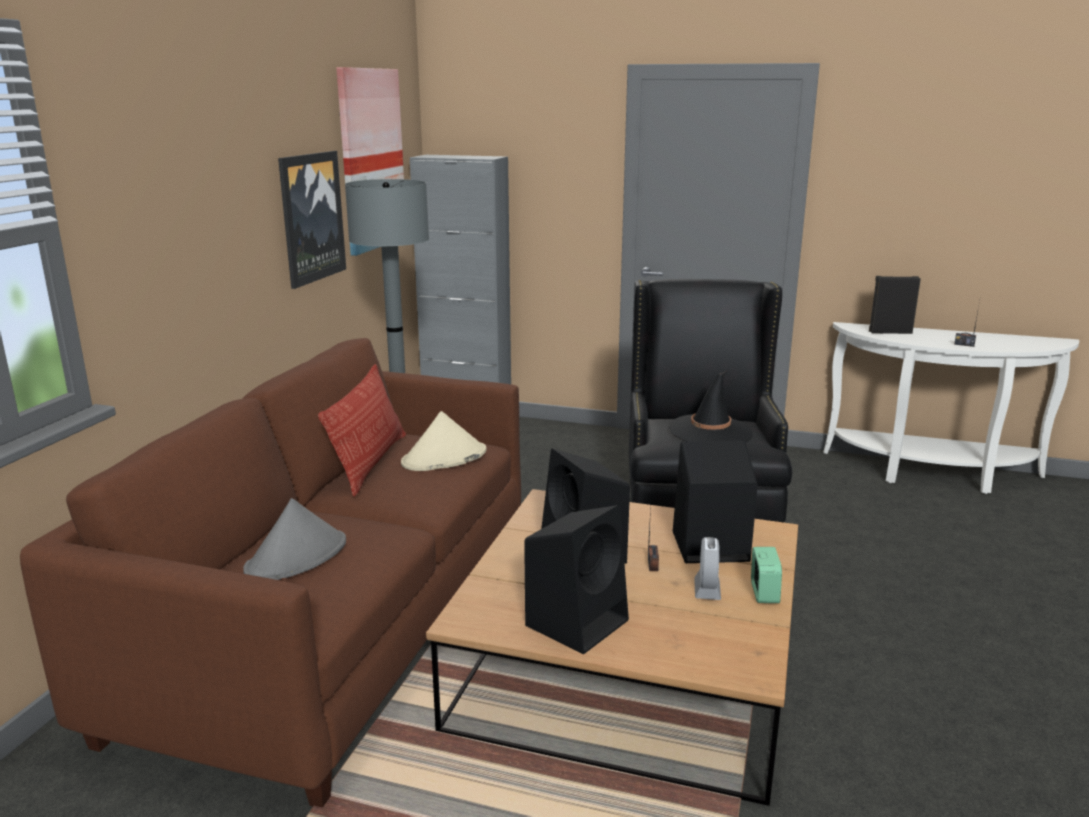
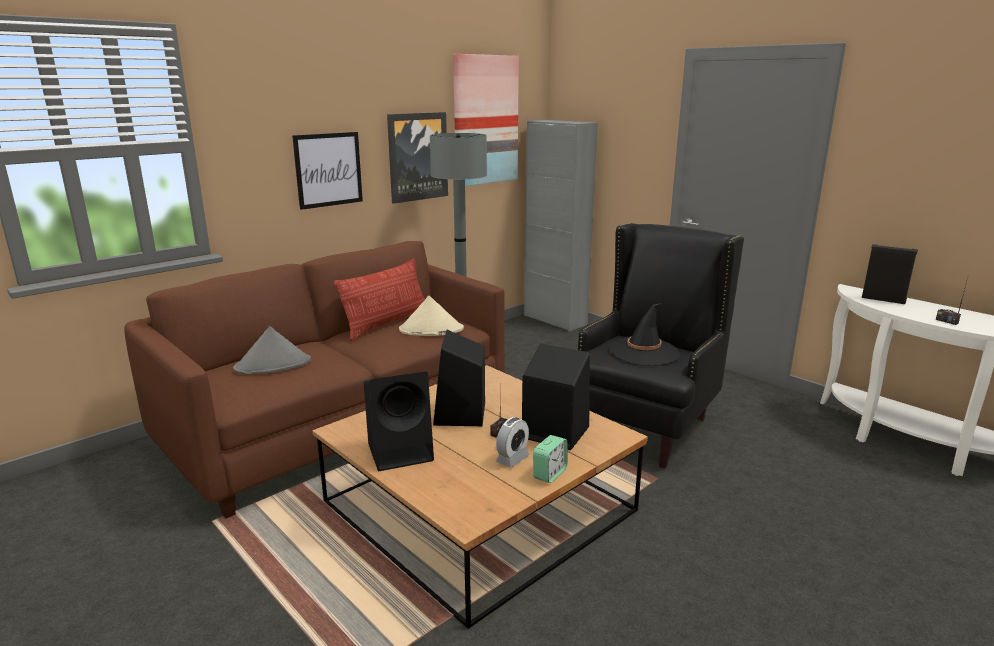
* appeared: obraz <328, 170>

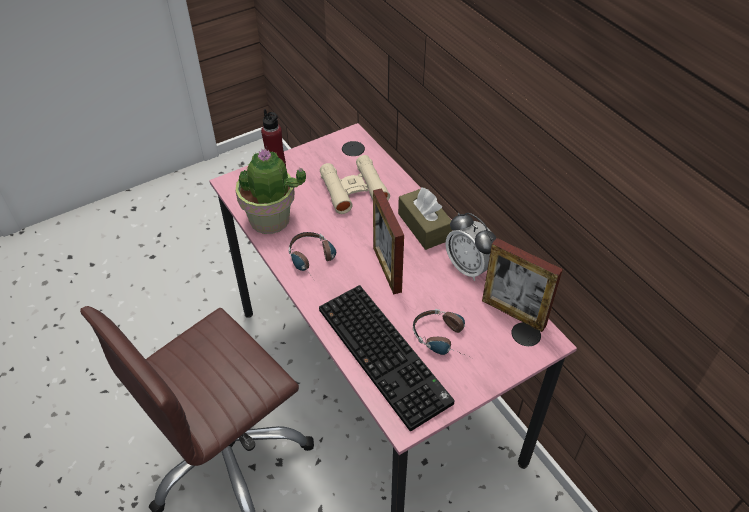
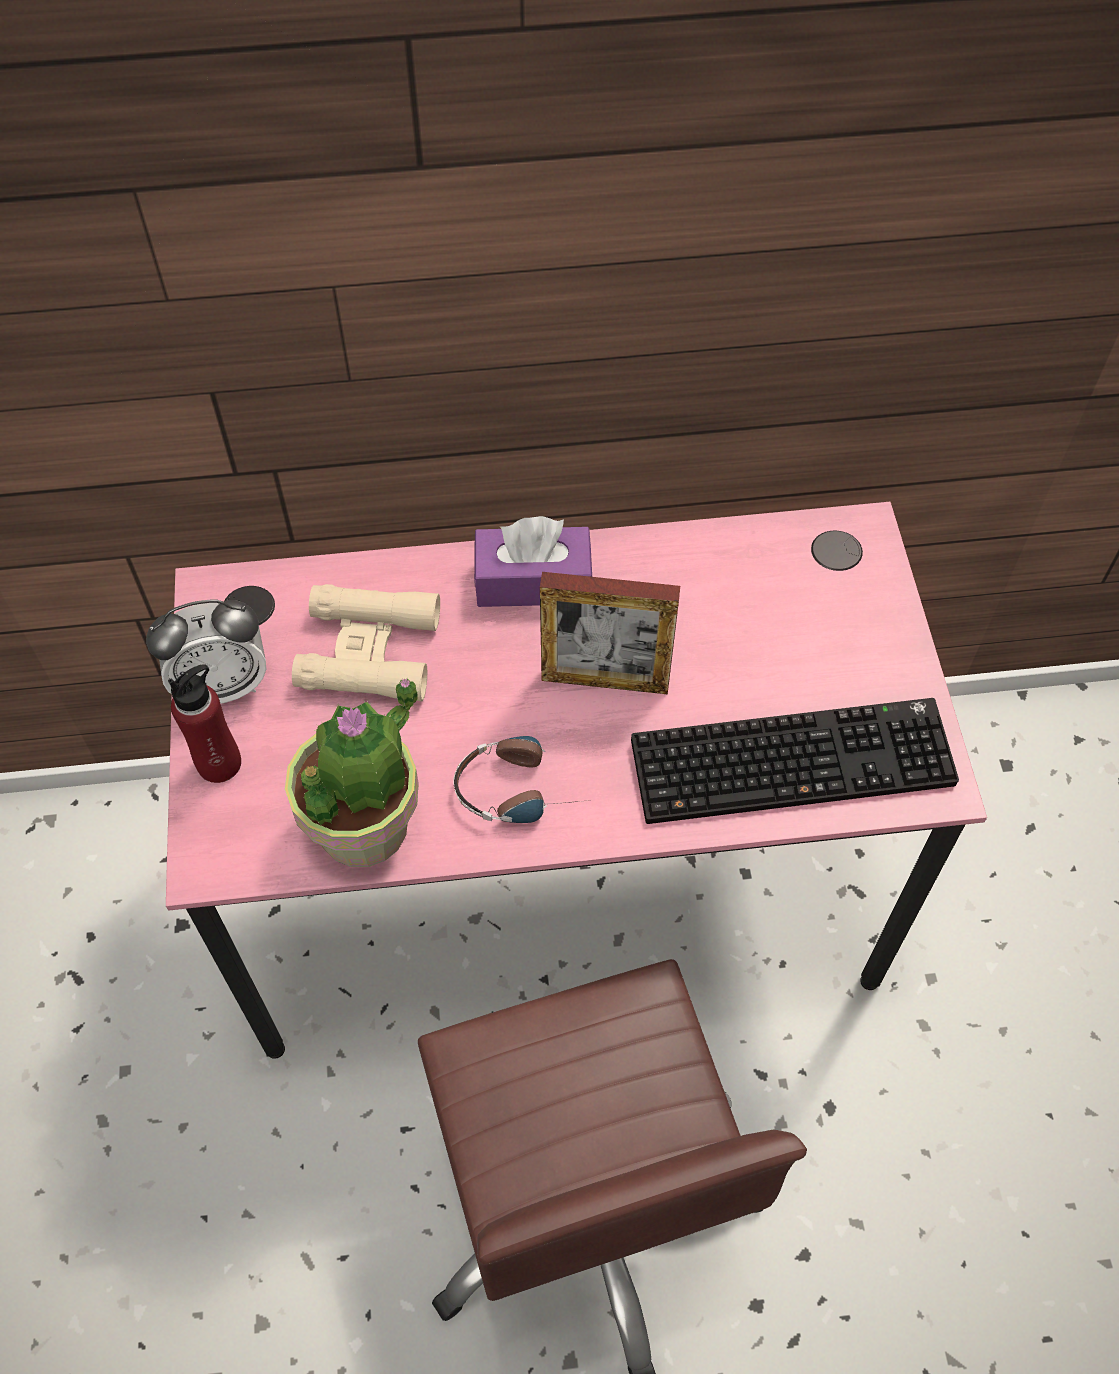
* relocated: budzik <469, 267> to <222, 684>
* colour: pudełko chusteczek (brązowy) <424, 226> to pudełko chusteczek (fioletowy) <533, 581>
* missing: słuchawki <445, 338>
* missing: ramka na zdjęcie <513, 313>

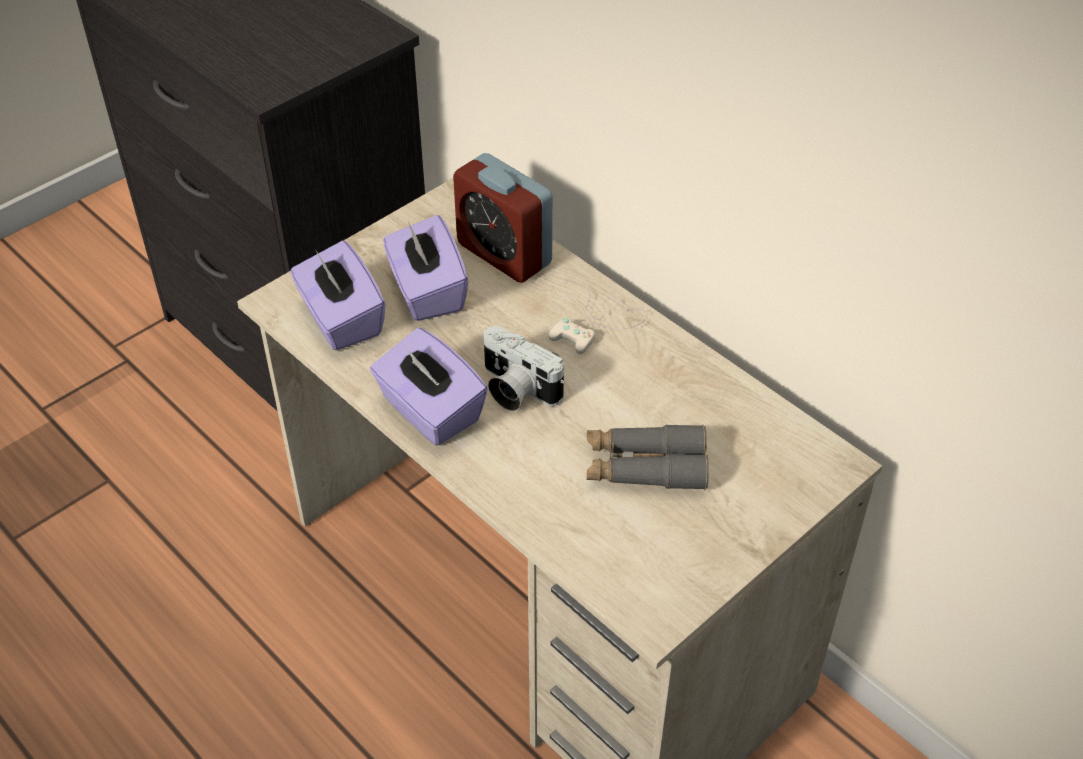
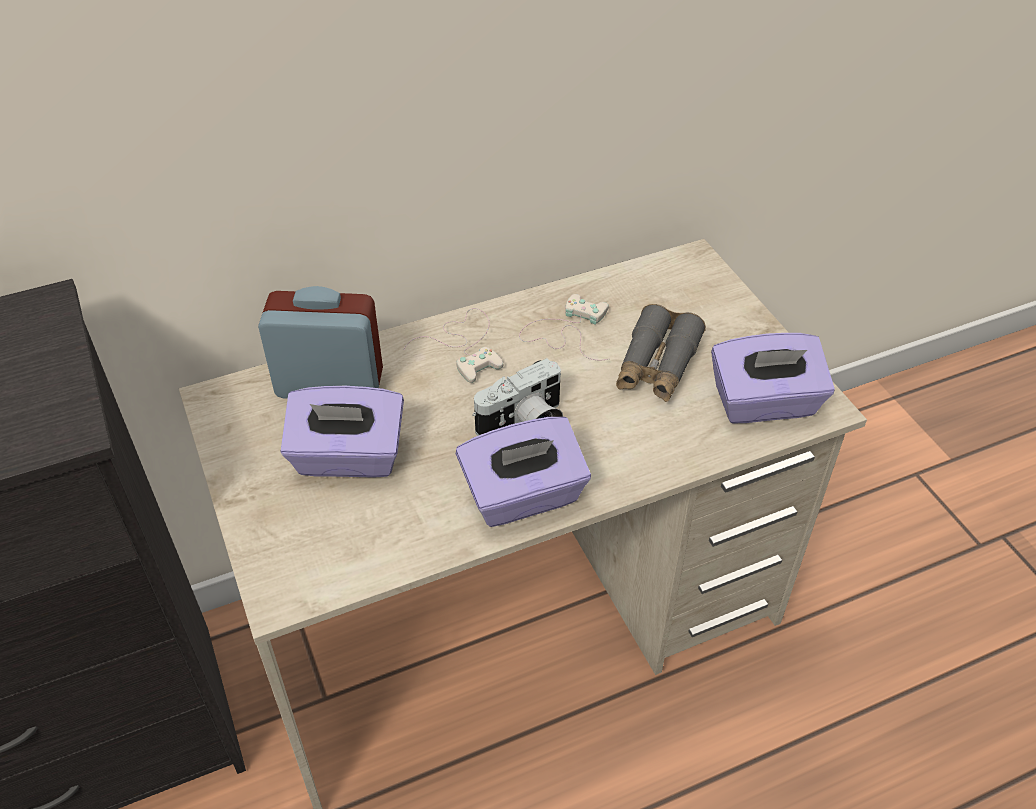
* spun: budzik <504, 254> = <330, 384> 150 degrees counterclockwise
* appeared: pad do gier (biały) <566, 331>
* relocated: pudełko chusteczek (fioletowy) <341, 319> to <764, 403>

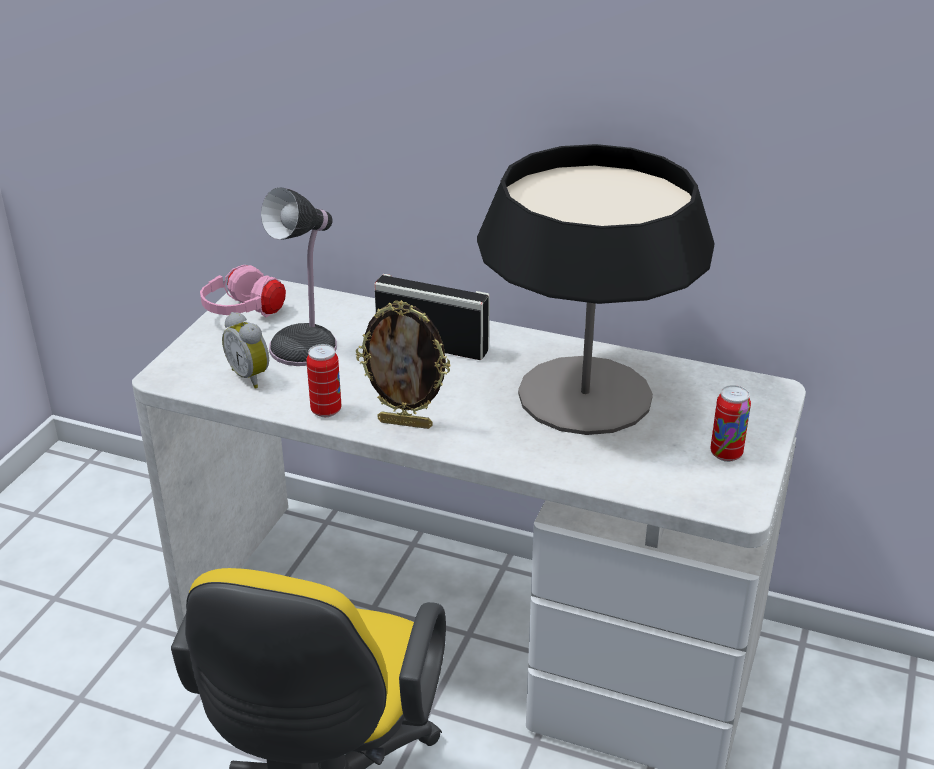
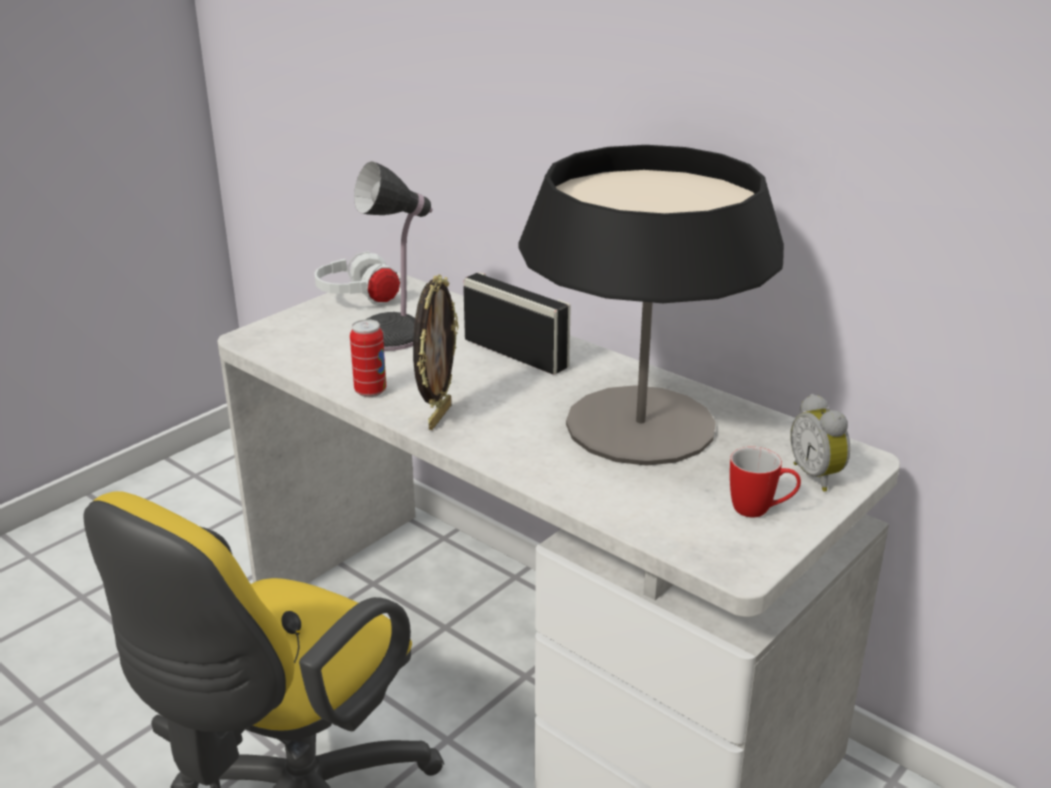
* colour: słuchawki (różowy) <244, 314> to słuchawki (biały) <359, 299>
* spun: ramka na zdjęcie <406, 423> = <438, 416> 105 degrees counterclockwise
* exchanged: puszka <726, 454> to kubek <760, 511>
* relocated: budzik <251, 376> to <818, 476>

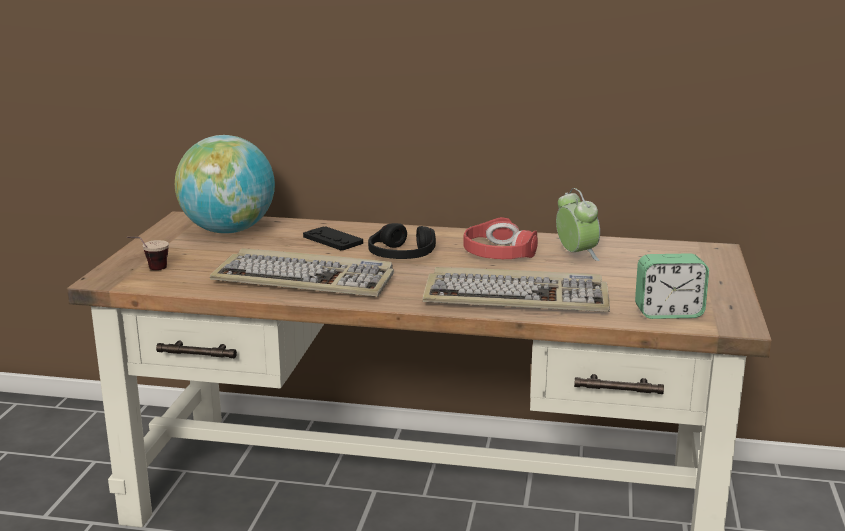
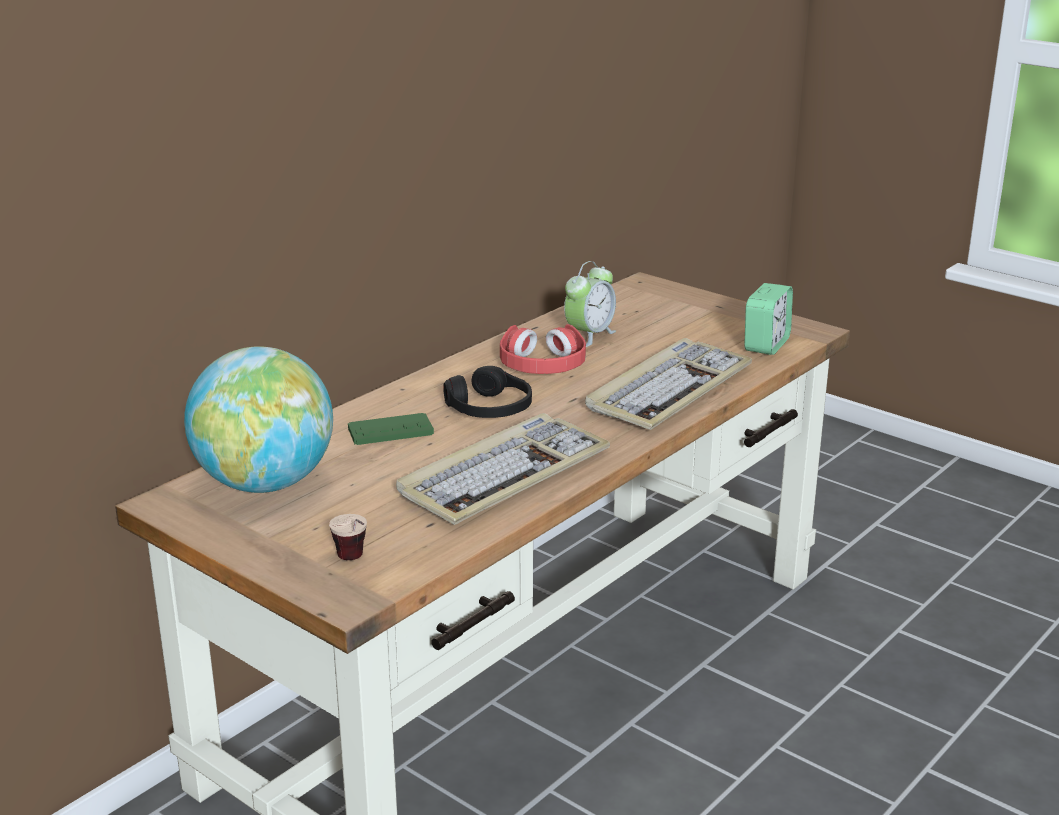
* colour: pad do gier (czarny) <333, 240> to pad do gier (zielony) <390, 431>
* spun: budzik <576, 254> = <589, 335> 120 degrees clockwise

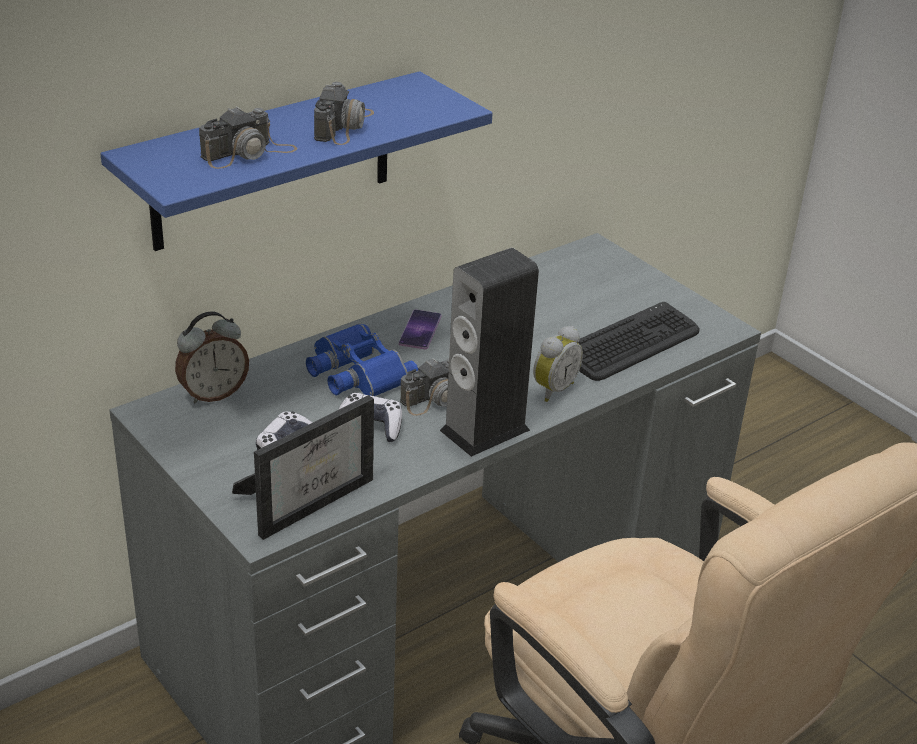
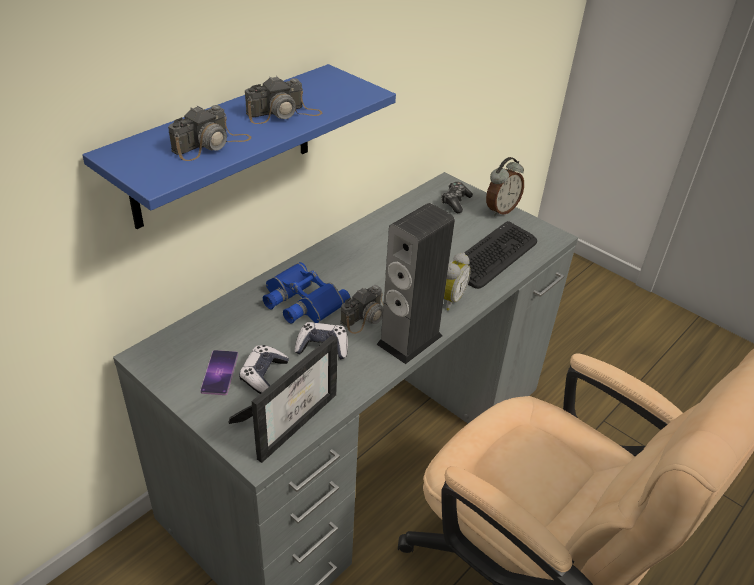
* relocated: telefon <420, 330> to <219, 372>
* spun: aparat fotograficzny <344, 125> = <284, 113> 60 degrees clockwise
* appeared: pad do gier <455, 202>
* relocated: budzik <213, 393> to <500, 210>

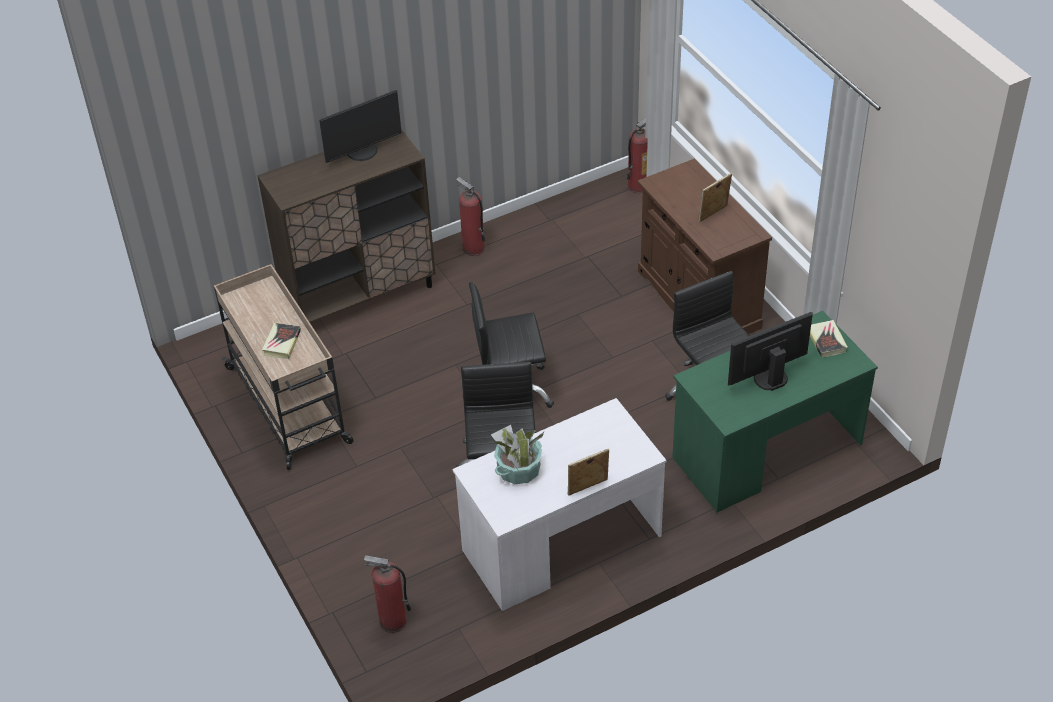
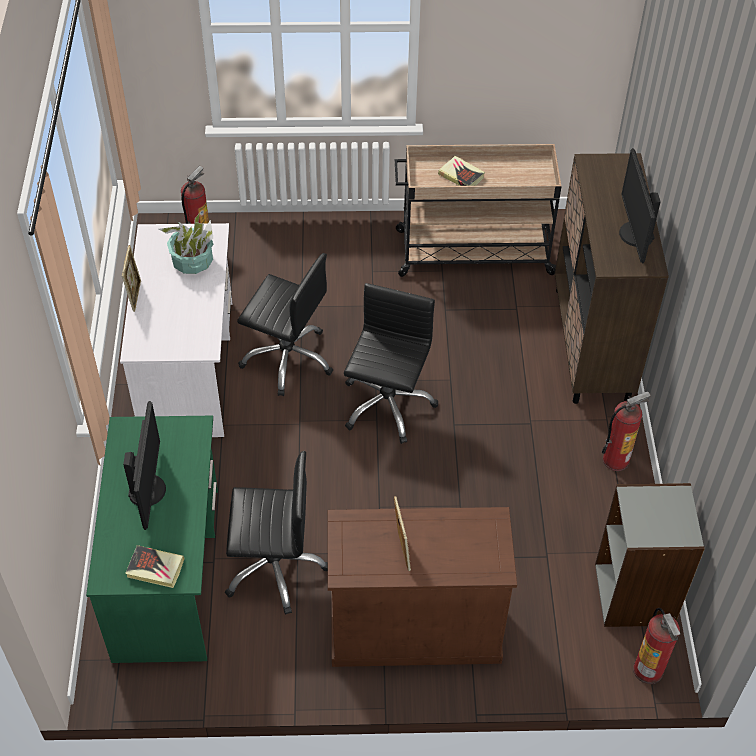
* appeared: regał (szary) <635, 594>

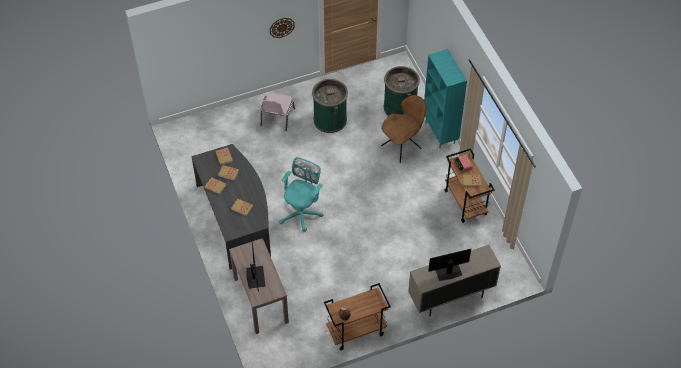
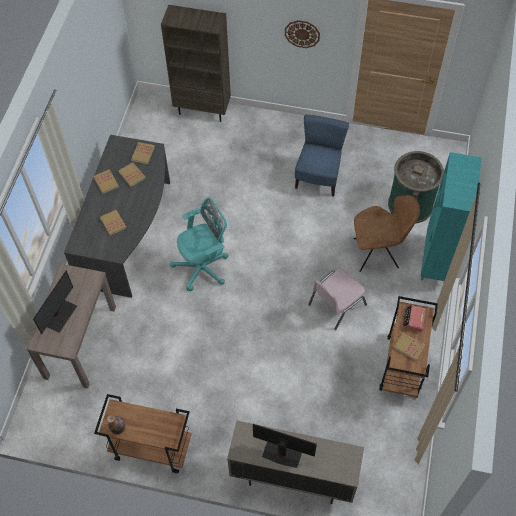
* appeared: regał (brązowy) <203, 109>
* exchanged: kosz na śmieci (zielony) <330, 119> to krzesło (niebieski) <318, 177>
* relocated: krzesło (różowy) <277, 117> to <336, 305>

